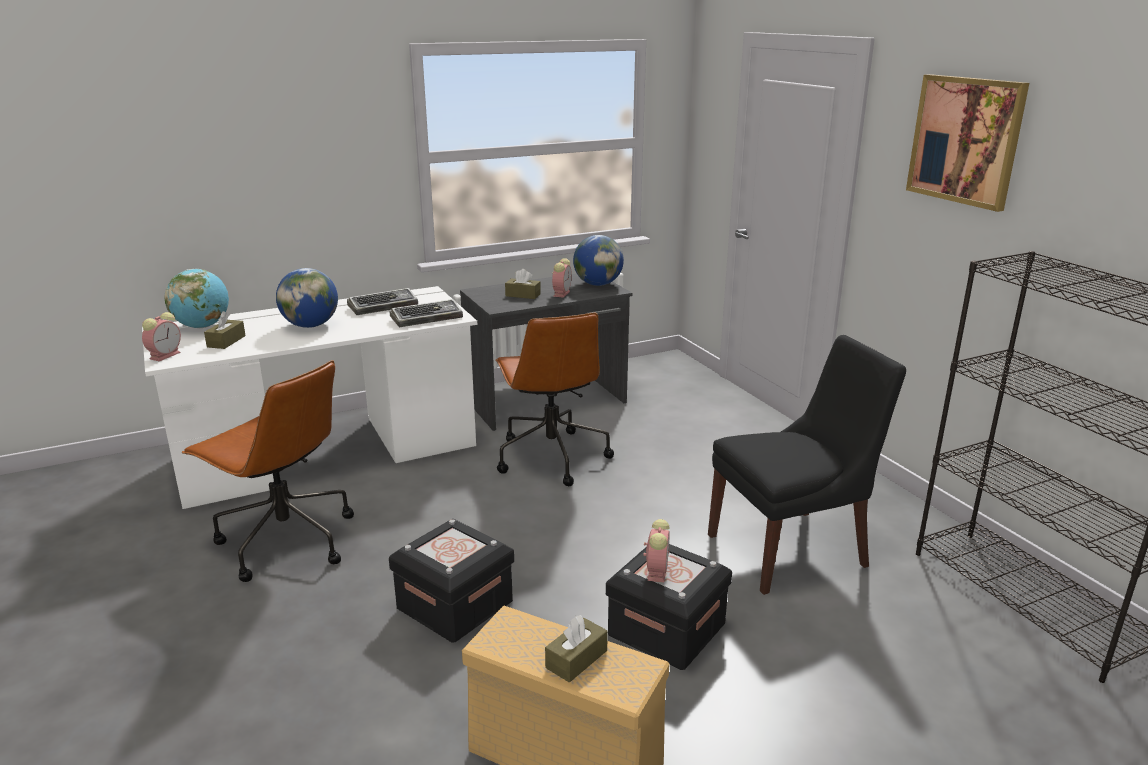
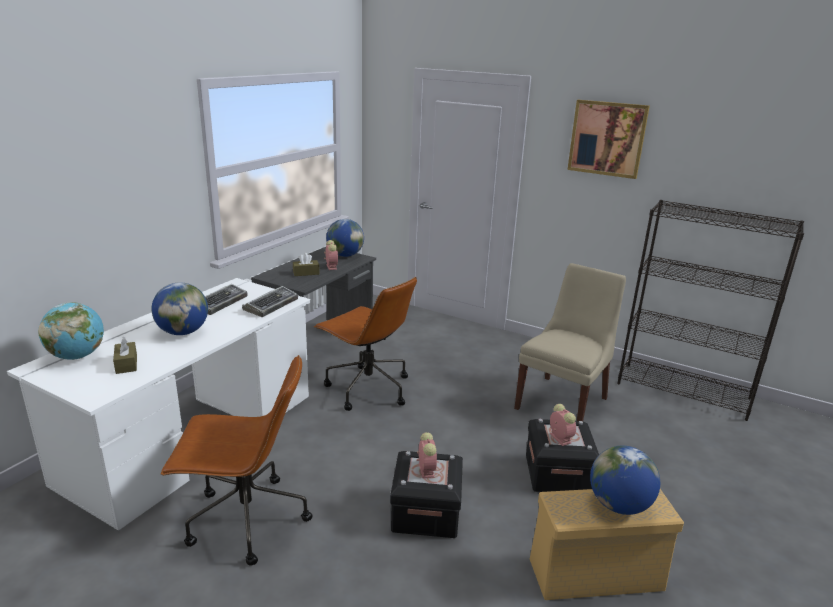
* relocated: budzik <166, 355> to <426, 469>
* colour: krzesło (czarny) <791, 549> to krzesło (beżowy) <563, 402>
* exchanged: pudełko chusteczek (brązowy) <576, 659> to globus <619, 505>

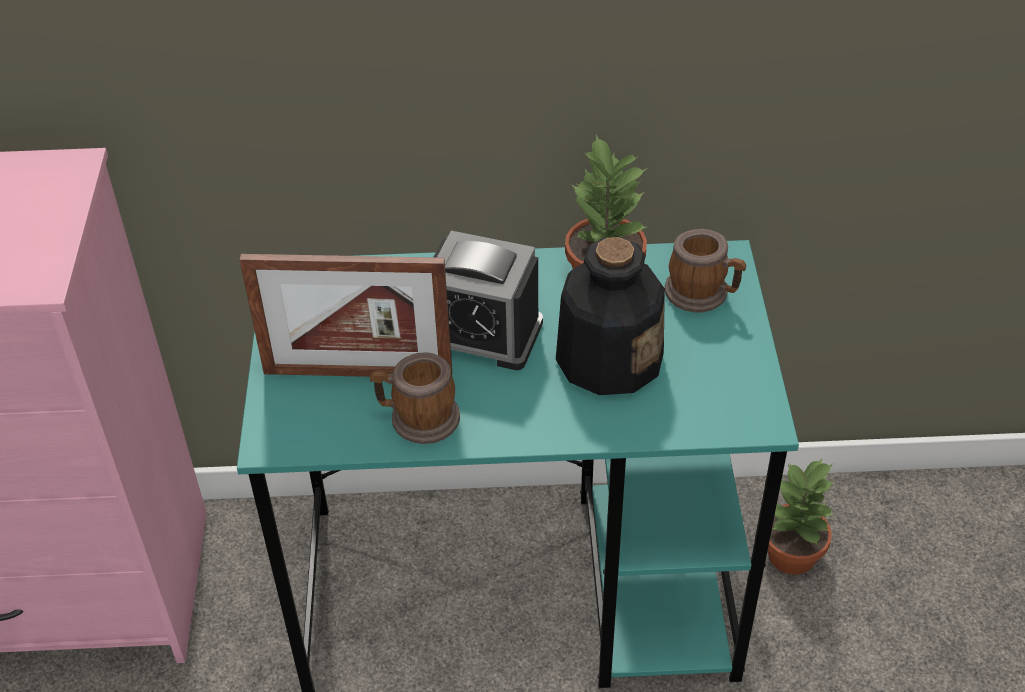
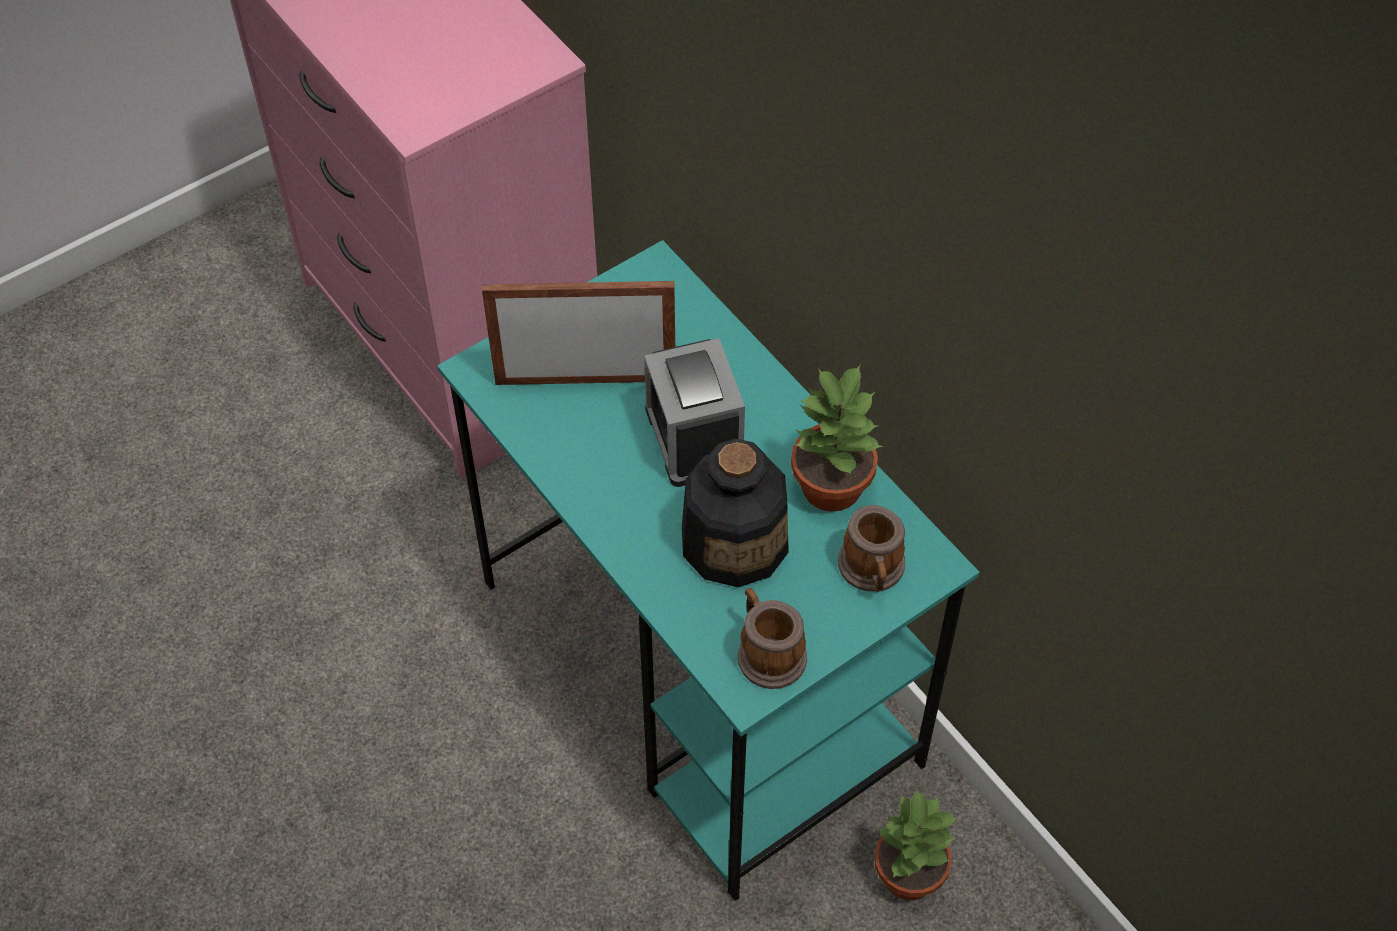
* spun: ramka na zdjęcie <358, 373> = <585, 380> 120 degrees clockwise
* relocated: kubek <417, 418> to <767, 652>

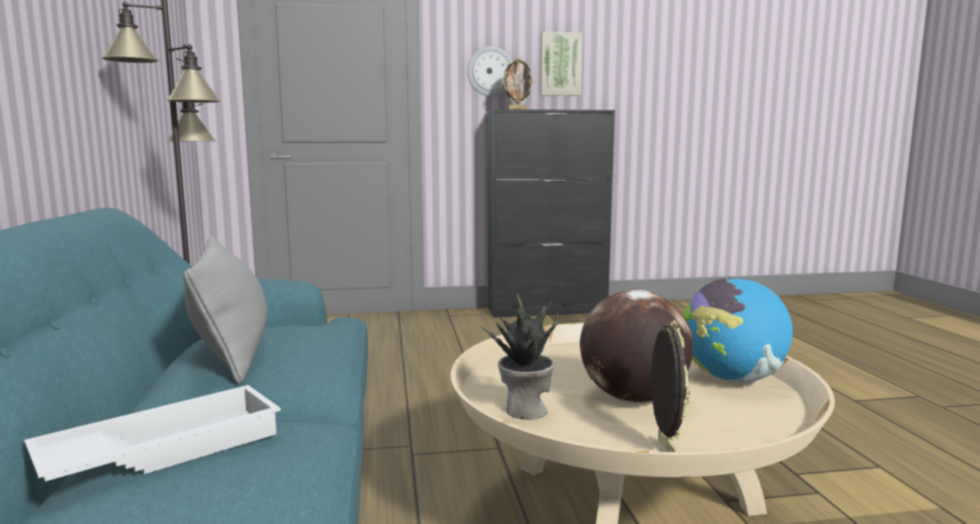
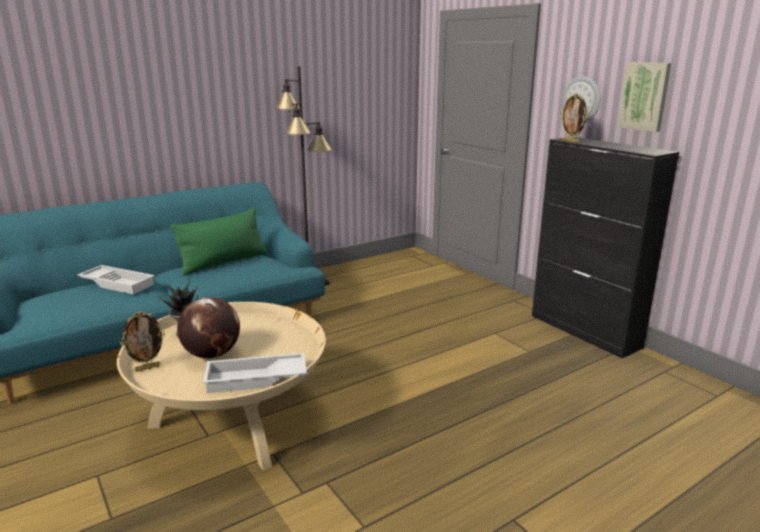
* colour: poduszka (szary) <231, 350> to poduszka (zielony) <224, 262>
* exchanged: globus <732, 379> to taca (biały) <255, 379>

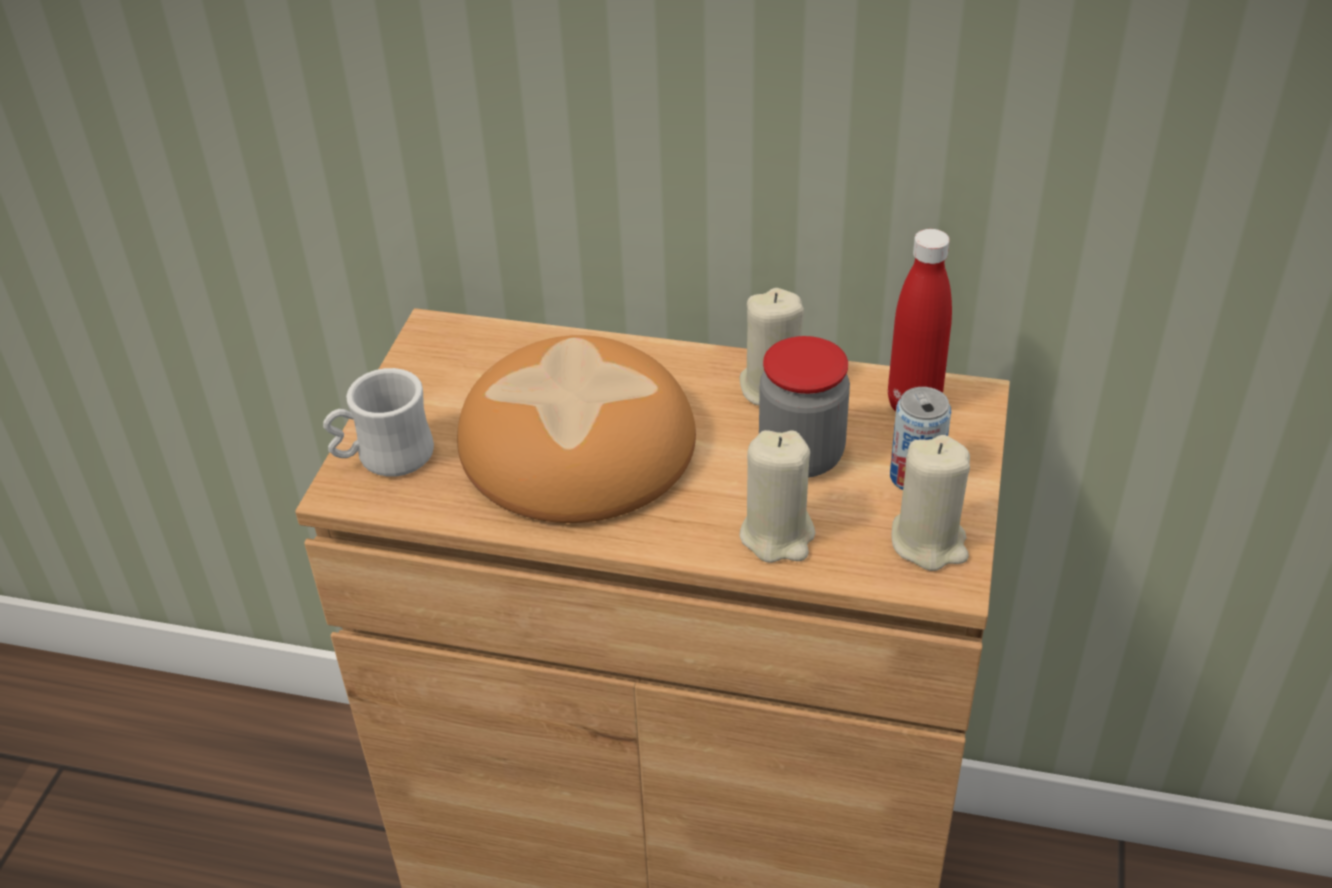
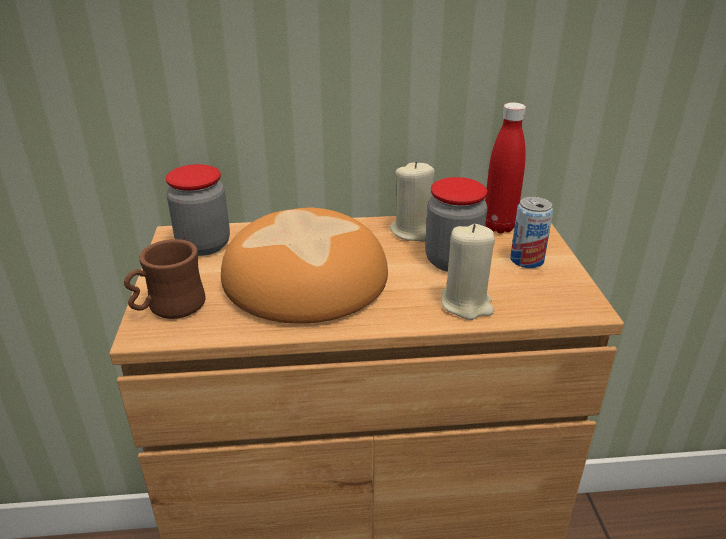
* colour: kubek (biały) <384, 457> to kubek (brązowy) <169, 308>
* appeared: słoik <204, 245>
* missing: świeca (beżowy) <929, 542>

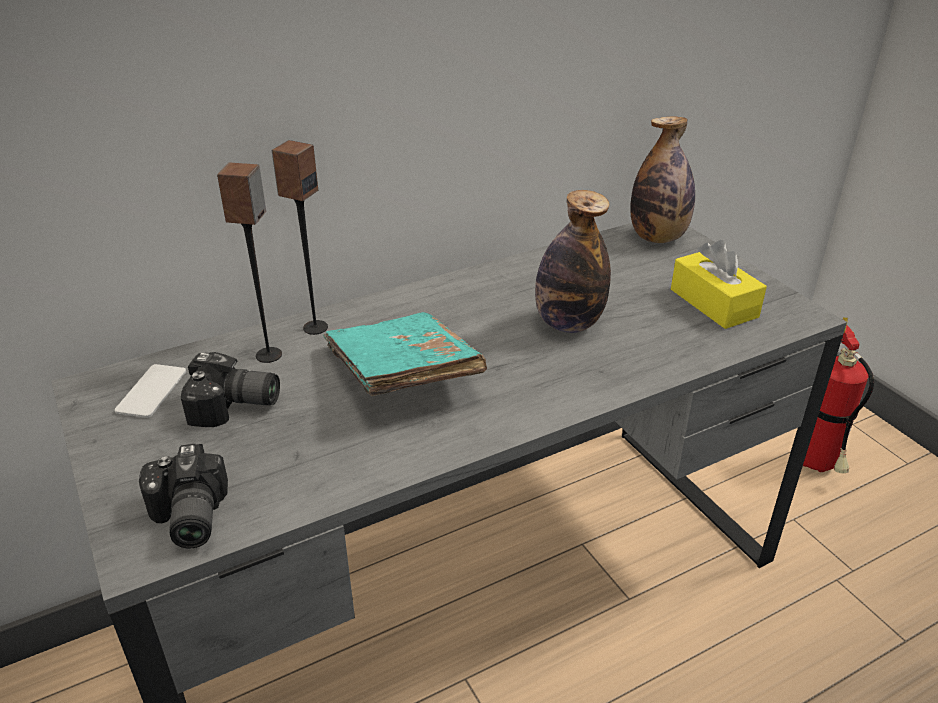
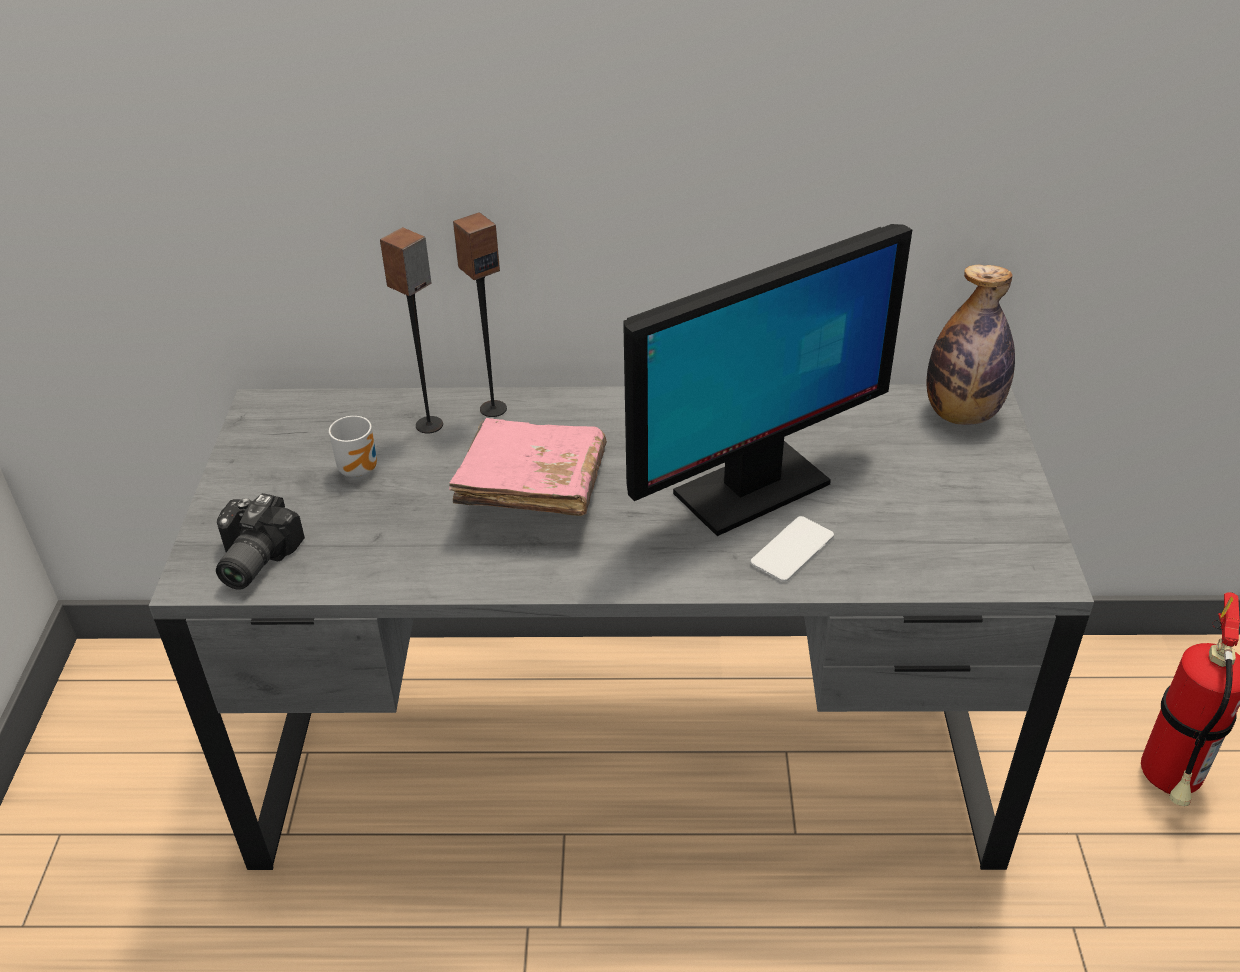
* exchanged: aparat fotograficzny <234, 407> to kubek <361, 469>
* colour: książka (turkusowy) <402, 375> to książka (różowy) <532, 490>
* exchanged: butelka <568, 323> to monitor <750, 489>
* relocated: telefon <152, 392> to <792, 550>
* missing: pudełko chusteczek (żółty) <713, 303>

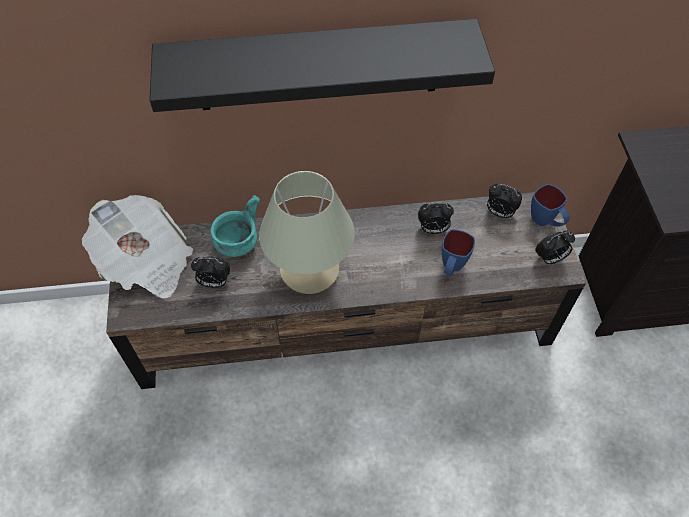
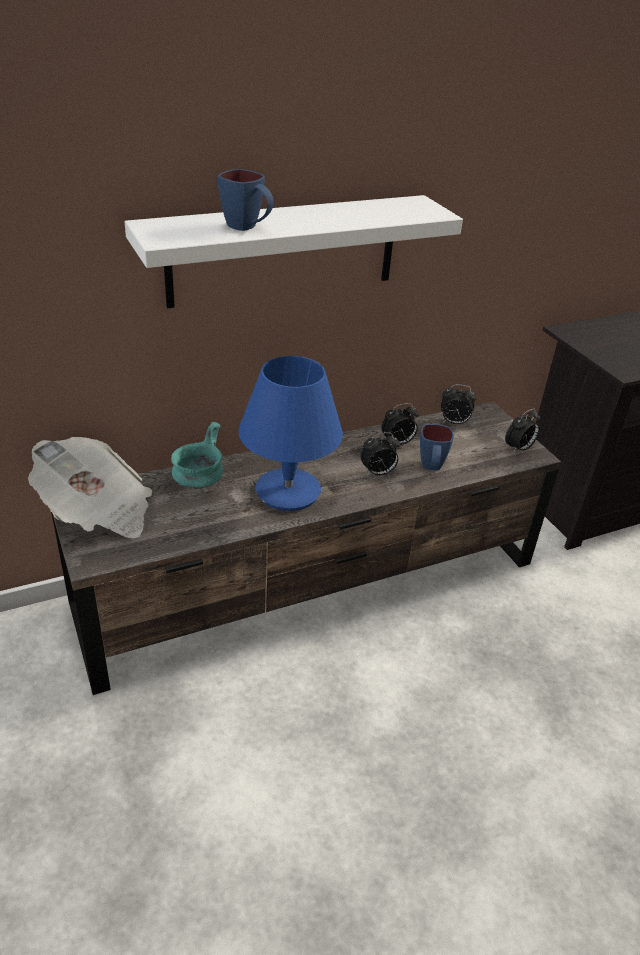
* colour: półka (czarny) <318, 66> to półka (biały) <284, 250>
* relocated: kubek (niebieski) <545, 222> to <247, 228>
* colour: lampa stołowa (beżowy) <309, 270> to lampa stołowa (niebieski) <287, 491>
* relocated: budzik <214, 282> to <377, 473>

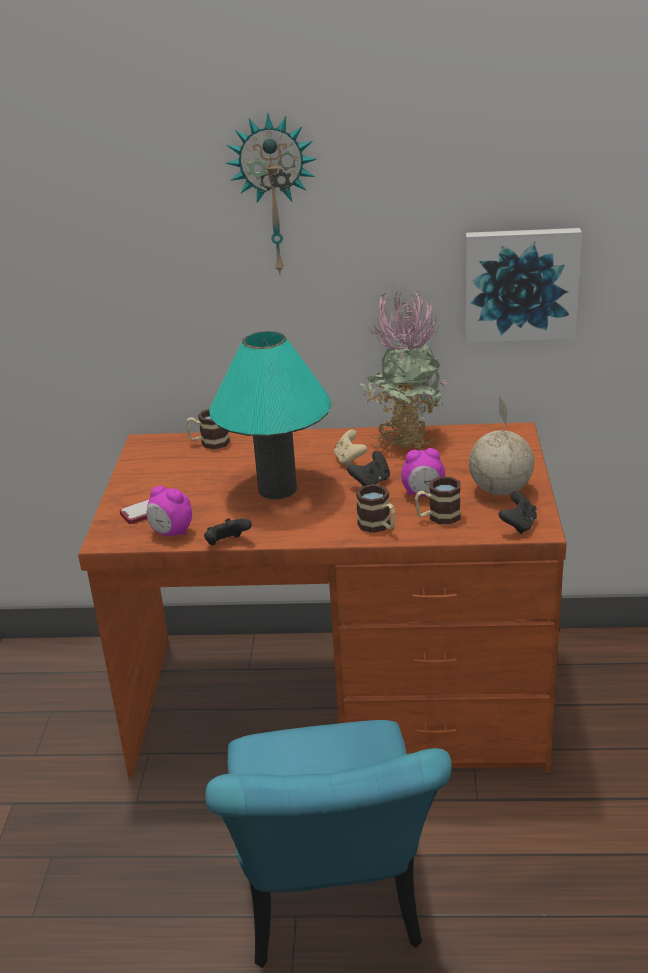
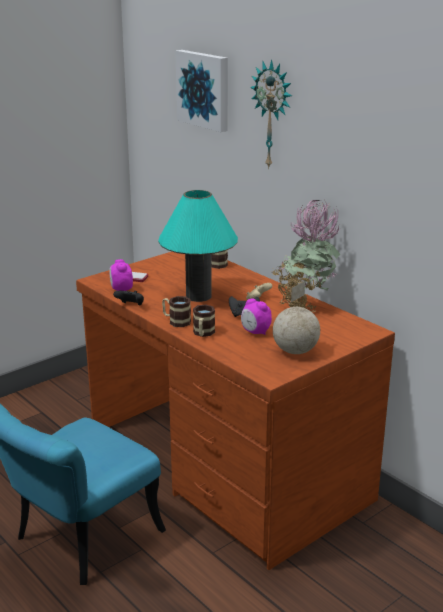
* relocated: kubek <438, 517> to <176, 321>
* relocated: obraz <520, 284> to <204, 89>
* missing: pad do gier (czarny) <518, 525>

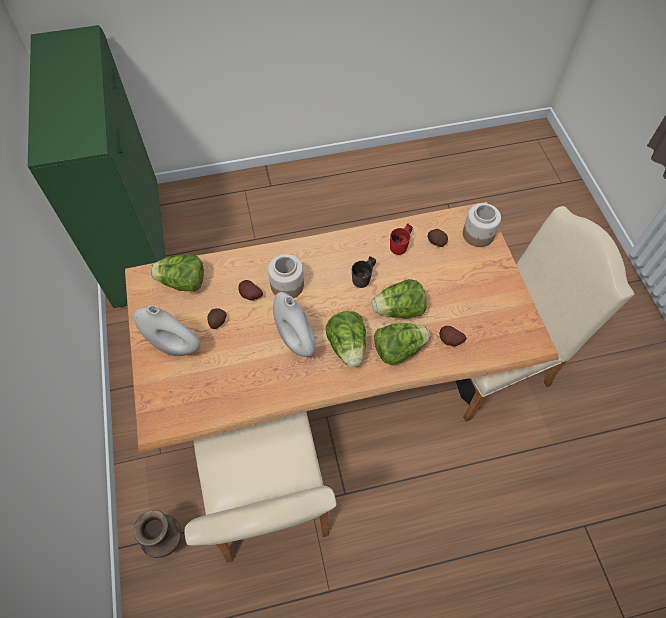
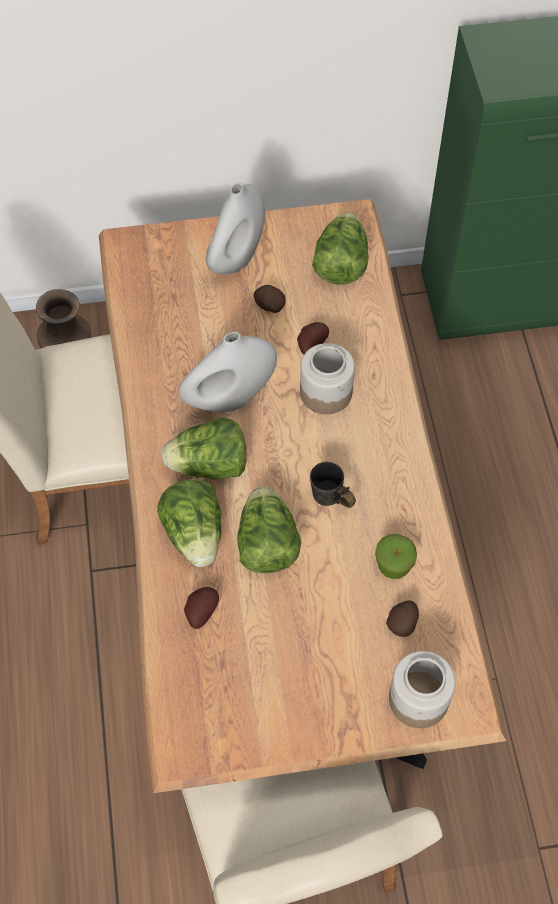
* exchanged: kubek (czerwony) <402, 247> to jabłko <394, 565>

